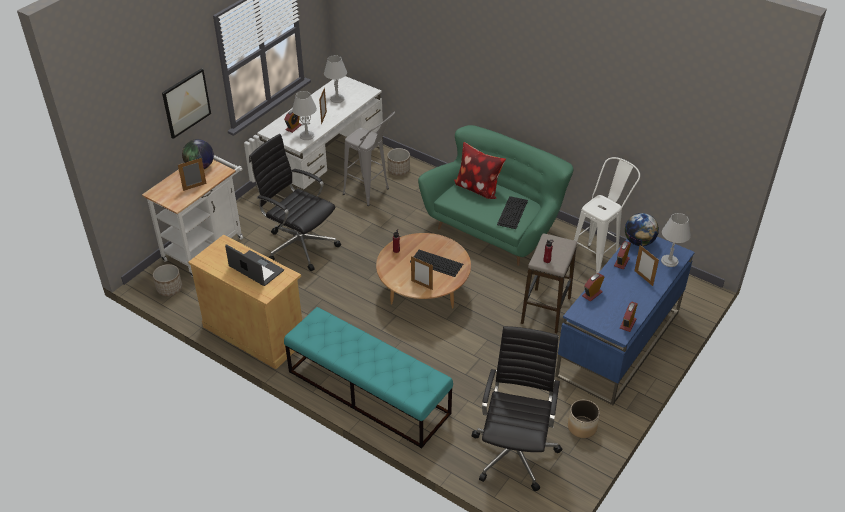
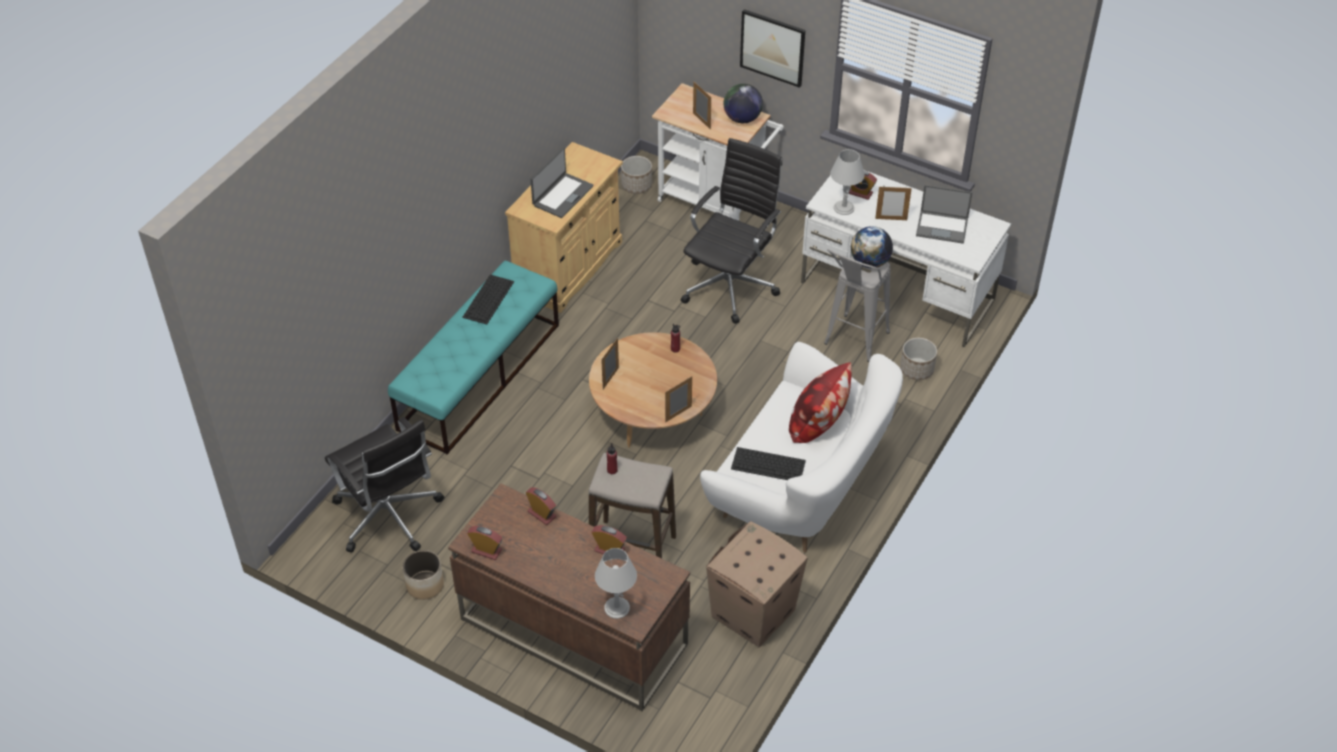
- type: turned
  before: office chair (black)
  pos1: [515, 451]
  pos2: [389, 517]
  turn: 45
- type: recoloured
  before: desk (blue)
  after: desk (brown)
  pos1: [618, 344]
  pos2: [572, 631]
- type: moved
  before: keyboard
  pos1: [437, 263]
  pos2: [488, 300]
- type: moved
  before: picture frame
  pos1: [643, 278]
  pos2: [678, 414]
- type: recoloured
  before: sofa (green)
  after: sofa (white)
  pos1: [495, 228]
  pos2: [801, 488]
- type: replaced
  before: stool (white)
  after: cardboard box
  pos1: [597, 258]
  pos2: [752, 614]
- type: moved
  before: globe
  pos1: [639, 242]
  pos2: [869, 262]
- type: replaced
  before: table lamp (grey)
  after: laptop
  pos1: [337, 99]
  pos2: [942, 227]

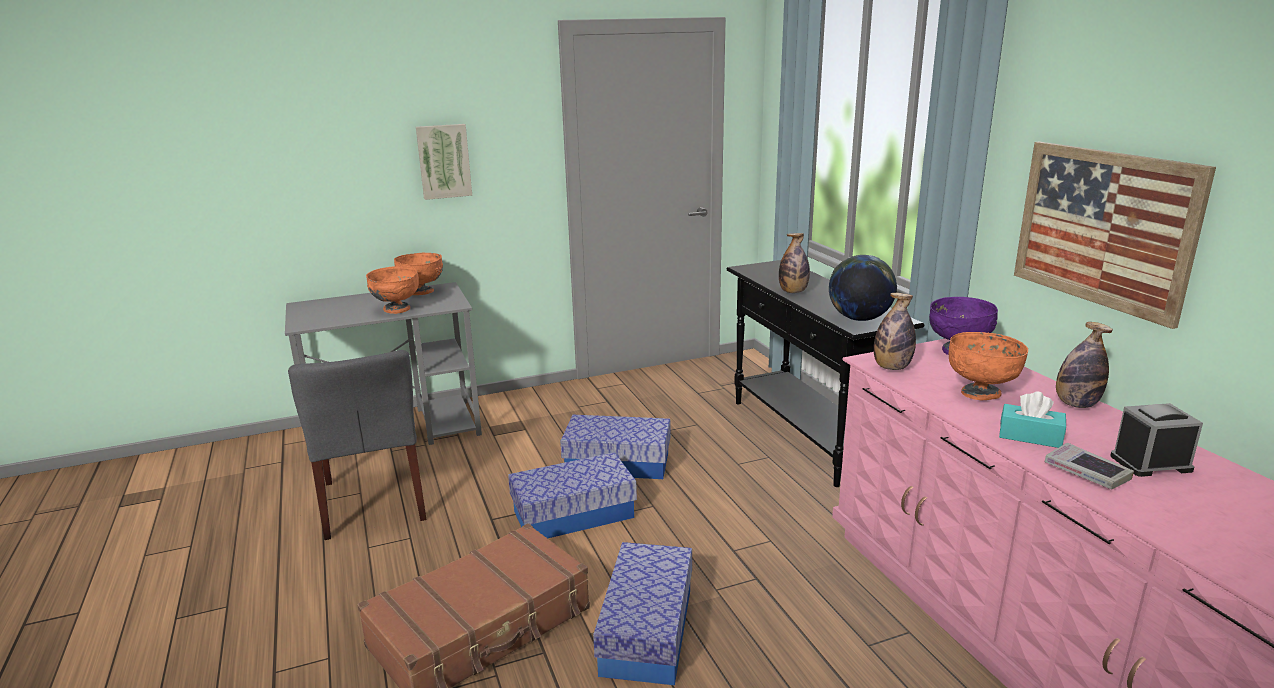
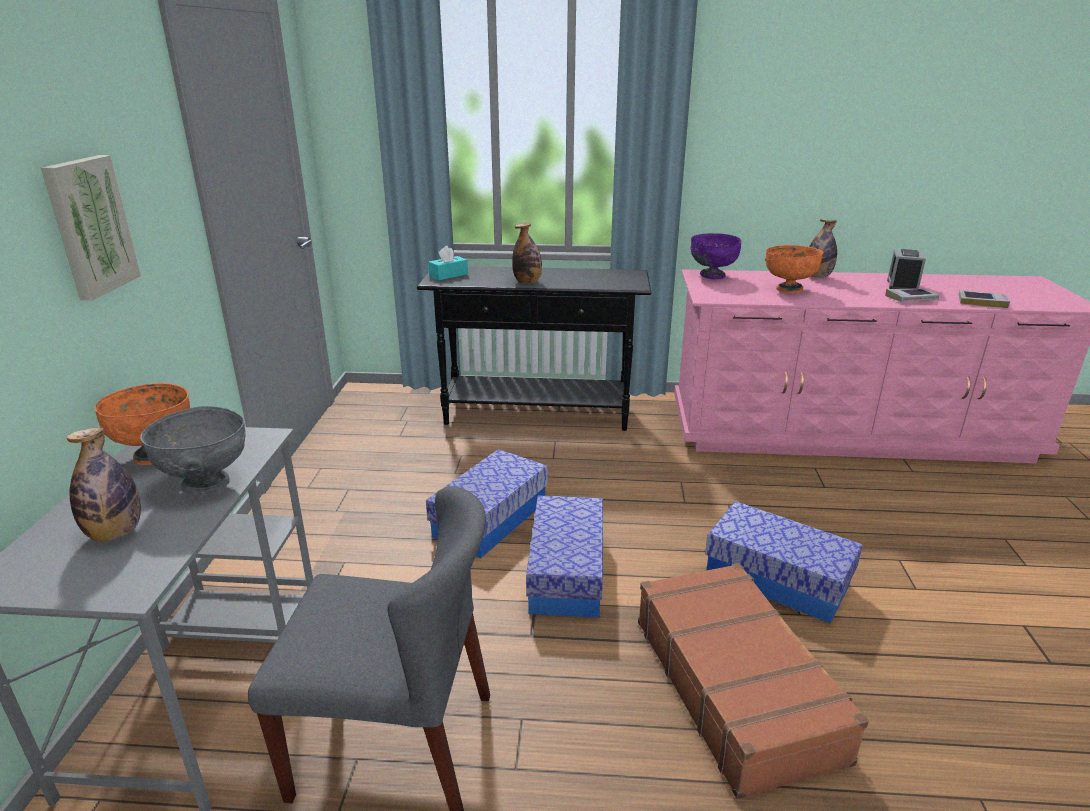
- type: moved
  before: bottle
  pos1: [891, 367]
  pos2: [115, 533]
- type: recoloured
  before: bowl (orange)
  after: bowl (grey)
  pos1: [396, 310]
  pos2: [206, 484]
- type: moved
  before: tissue box (turquoise)
  pos1: [1030, 436]
  pos2: [448, 275]
- type: added
  after: book
  pos2: [982, 302]
- type: removed
  before: globe
  pos1: [859, 319]
- type: removed
  before: picture
  pos1: [1103, 228]

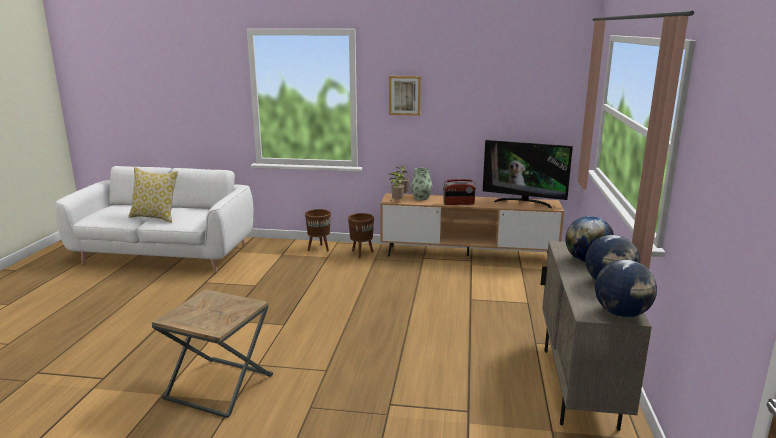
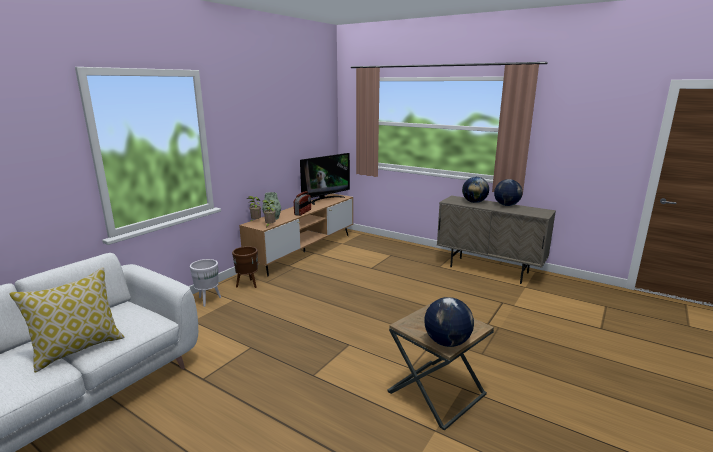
- type: recoloured
  before: planter (brown)
  after: planter (white)
  pos1: [319, 249]
  pos2: [207, 300]
- type: moved
  before: globe
  pos1: [621, 313]
  pos2: [447, 342]
- type: removed
  before: picture
  pos1: [404, 95]

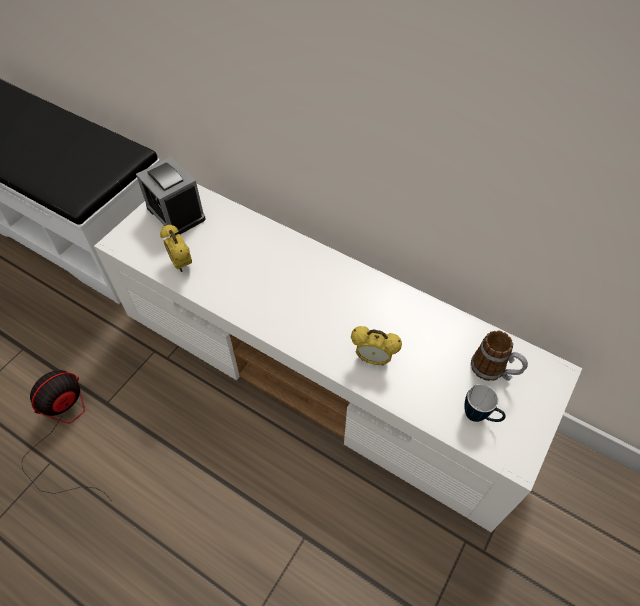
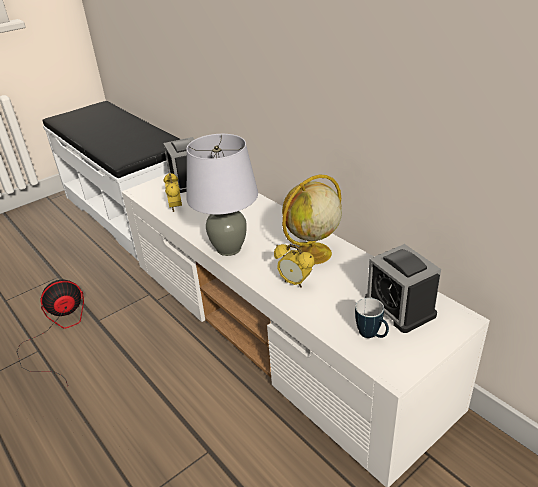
- type: added
  after: table lamp (grey)
  pos2: [228, 248]
- type: added
  after: globe
  pos2: [312, 254]
- type: replaced
  before: mug
  after: alarm clock
  pos1: [493, 371]
  pos2: [399, 307]

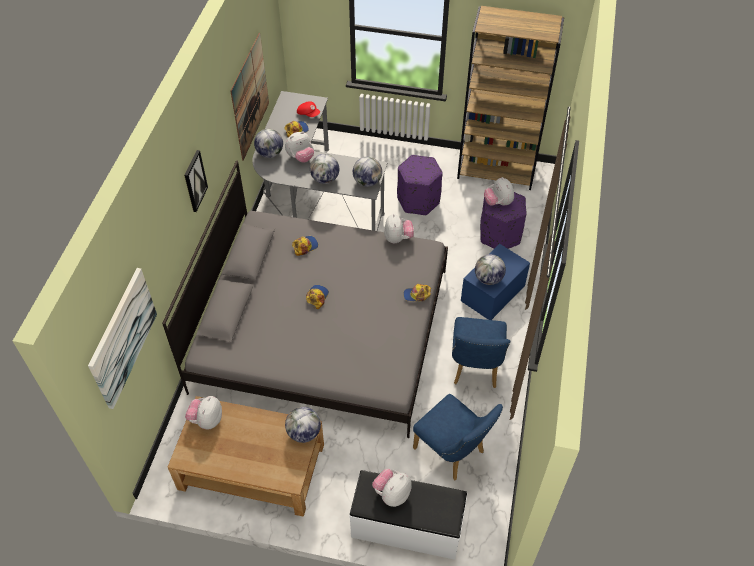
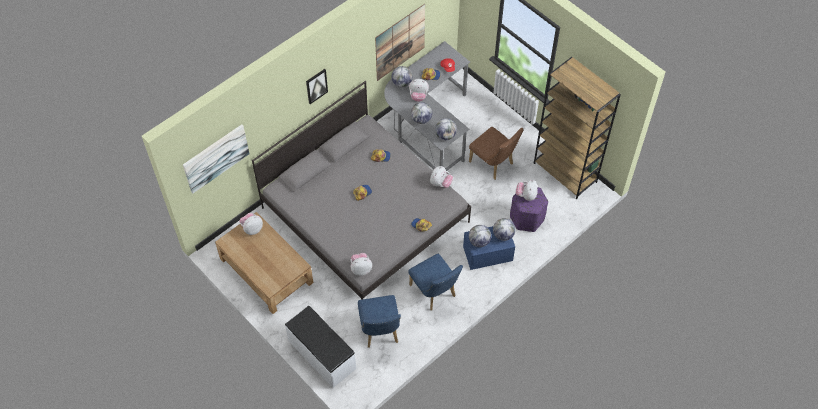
- type: moved
  before: plush toy
  pos1: [392, 494]
  pos2: [361, 269]
- type: turned
  before: chair (blue)
  pos1: [475, 369]
  pos2: [434, 293]
  turn: -75
- type: replaced
  before: ottoman (purple)
  after: chair (brown)
  pos1: [418, 201]
  pos2: [493, 164]
- type: moved
  before: globe
  pos1: [304, 433]
  pos2: [503, 235]

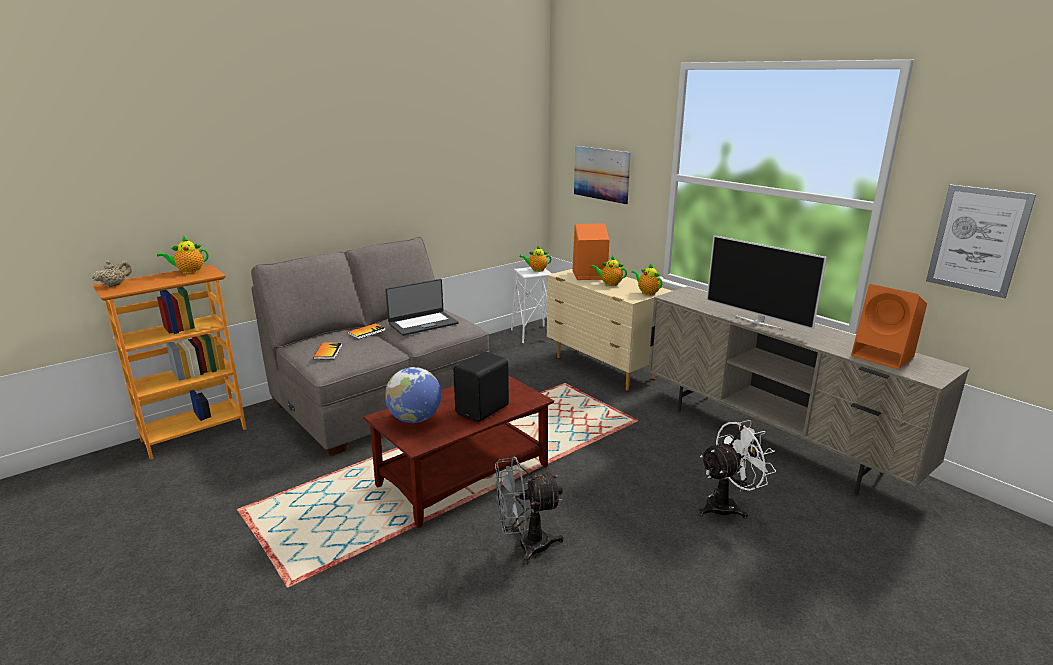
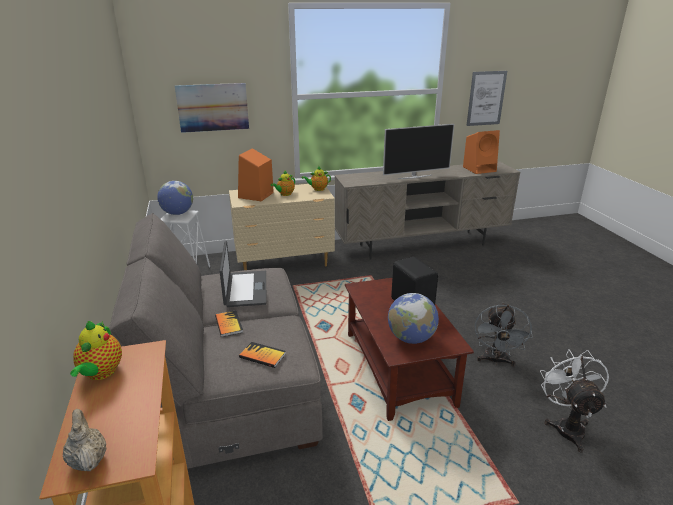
- type: replaced
  before: teapot
  after: globe
  pos1: [536, 270]
  pos2: [177, 213]
- type: moved
  before: fan (white)
  pos1: [727, 506]
  pos2: [567, 426]

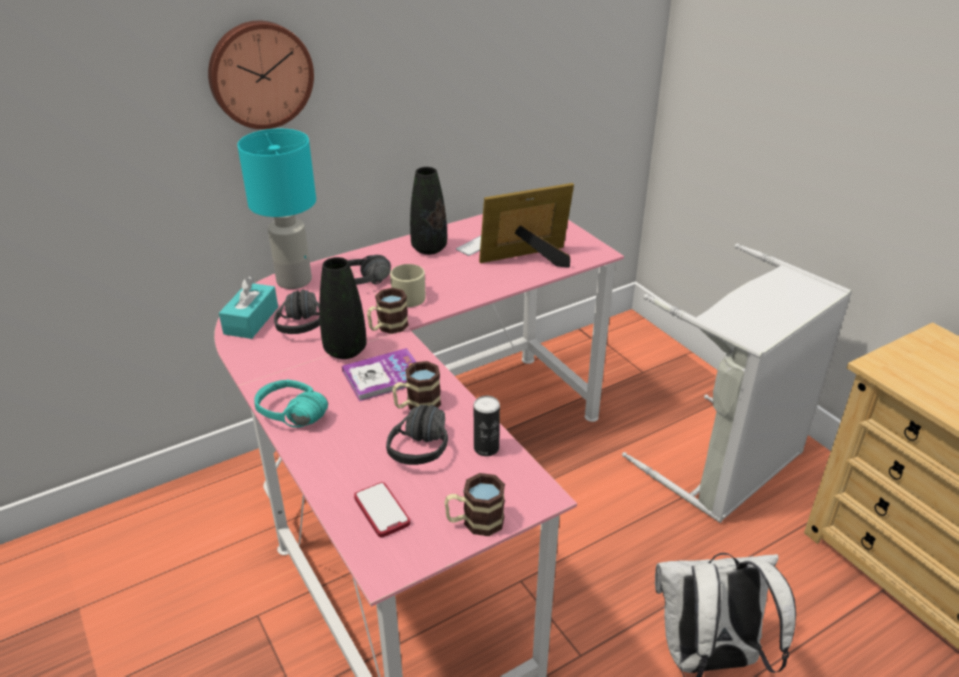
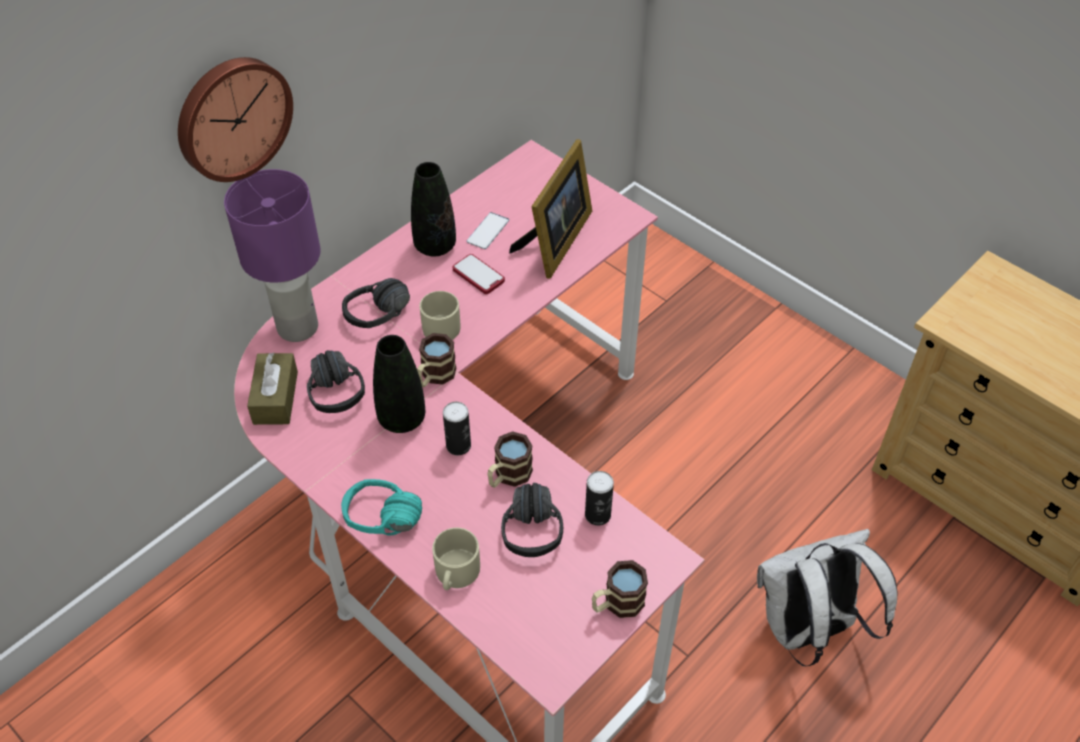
- type: recoloured
  before: table lamp (turquoise)
  after: table lamp (purple)
  pos1: [293, 280]
  pos2: [296, 327]
- type: recoloured
  before: tissue box (turquoise)
  after: tissue box (brown)
  pos1: [251, 320]
  pos2: [275, 397]
- type: added
  after: mug (beige)
  pos2: [455, 573]
- type: replaced
  before: book
  after: can
  pos1: [384, 376]
  pos2: [458, 445]
- type: moved
  before: phone
  pos1: [382, 511]
  pos2: [478, 275]
- type: turned
  before: picture frame
  pos1: [529, 259]
  pos2: [555, 242]
  turn: 150
- type: removed
  before: laundry basket (grey)
  pos1: [728, 465]

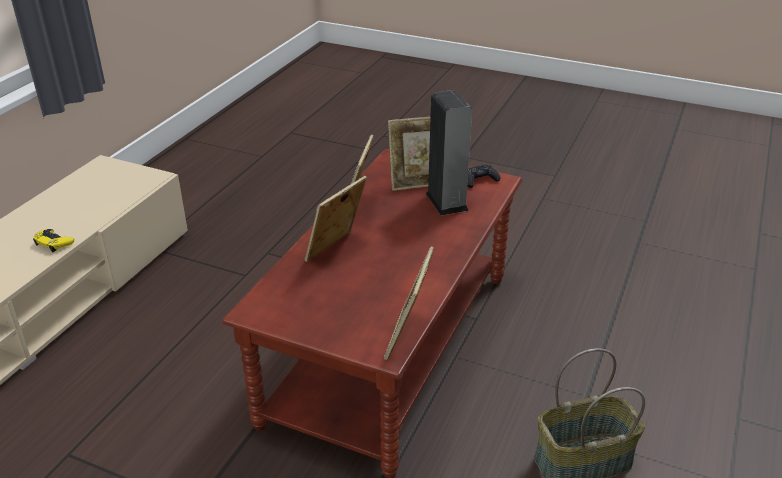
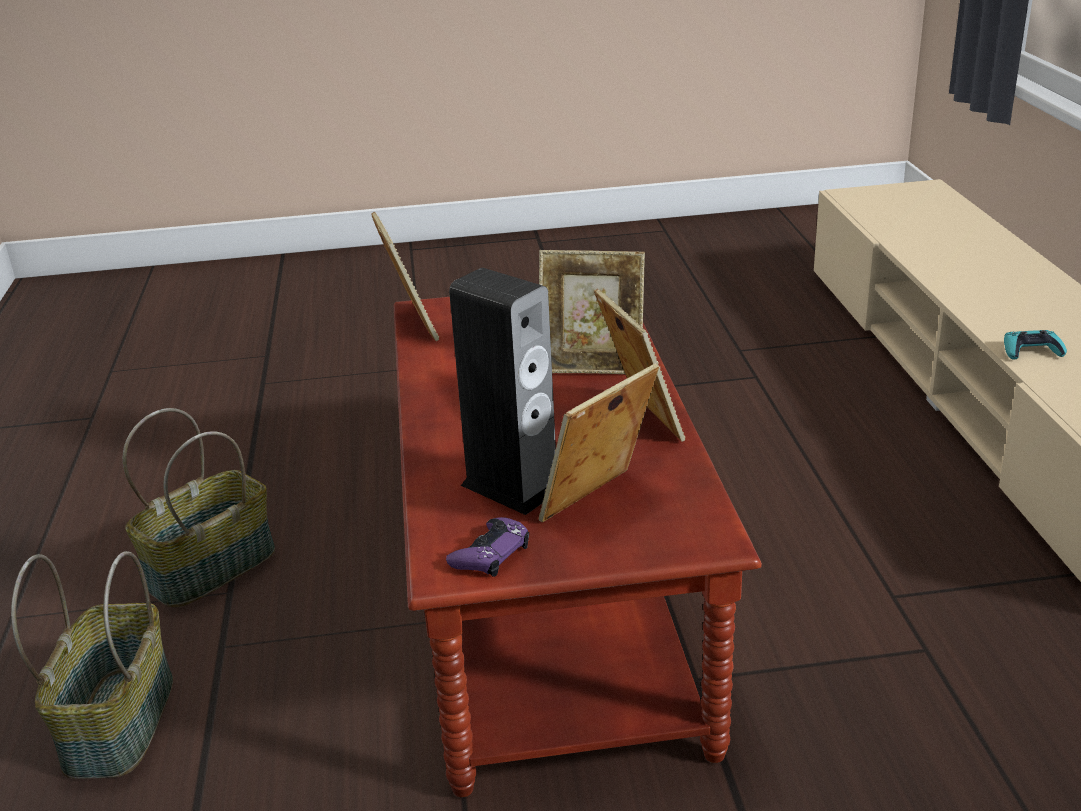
- type: added
  after: basket
  pos2: [117, 721]
- type: recoloured
  before: game controller (black)
  after: game controller (purple)
  pos1: [479, 180]
  pos2: [490, 554]
- type: turned
  before: picture frame
  pos1: [336, 251]
  pos2: [592, 365]
  turn: 90
- type: recoloured
  before: game controller (yellow)
  after: game controller (turquoise)
  pos1: [53, 243]
  pos2: [1031, 351]

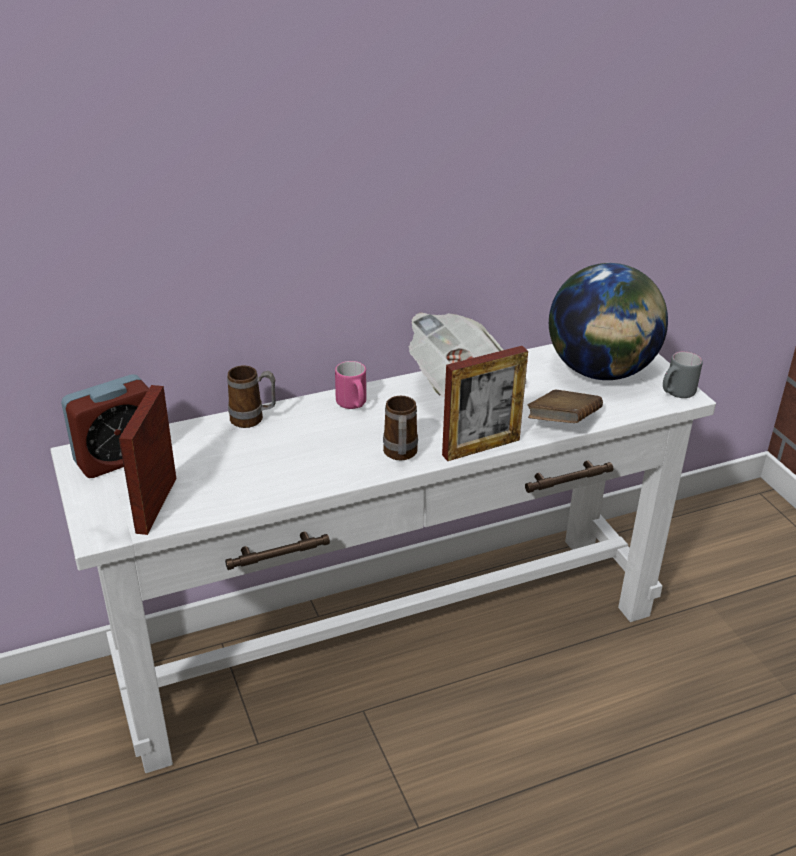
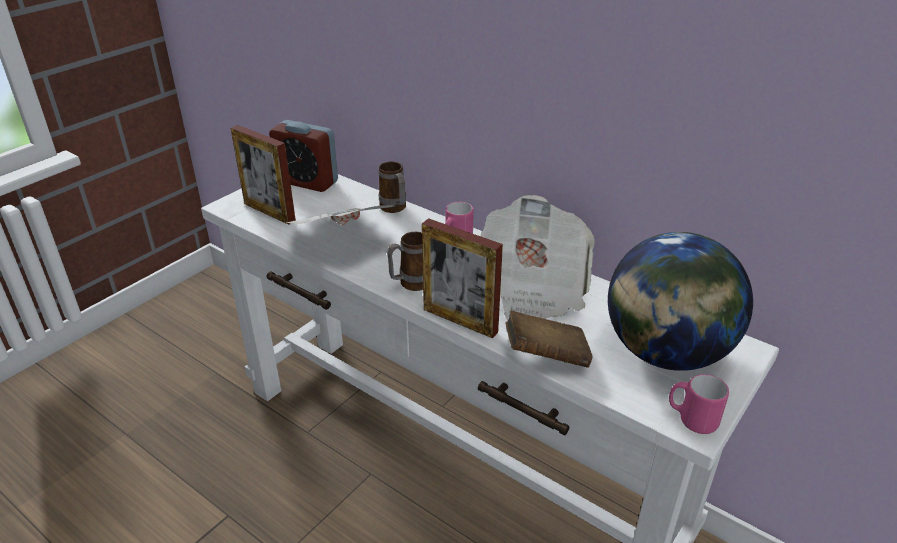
- type: turned
  before: picture frame
  pos1: [156, 505]
  pos2: [269, 212]
  turn: -120
- type: added
  after: newspaper
  pos2: [344, 239]
- type: recoloured
  before: mug (grey)
  after: mug (pink)
  pos1: [676, 393]
  pos2: [691, 419]

